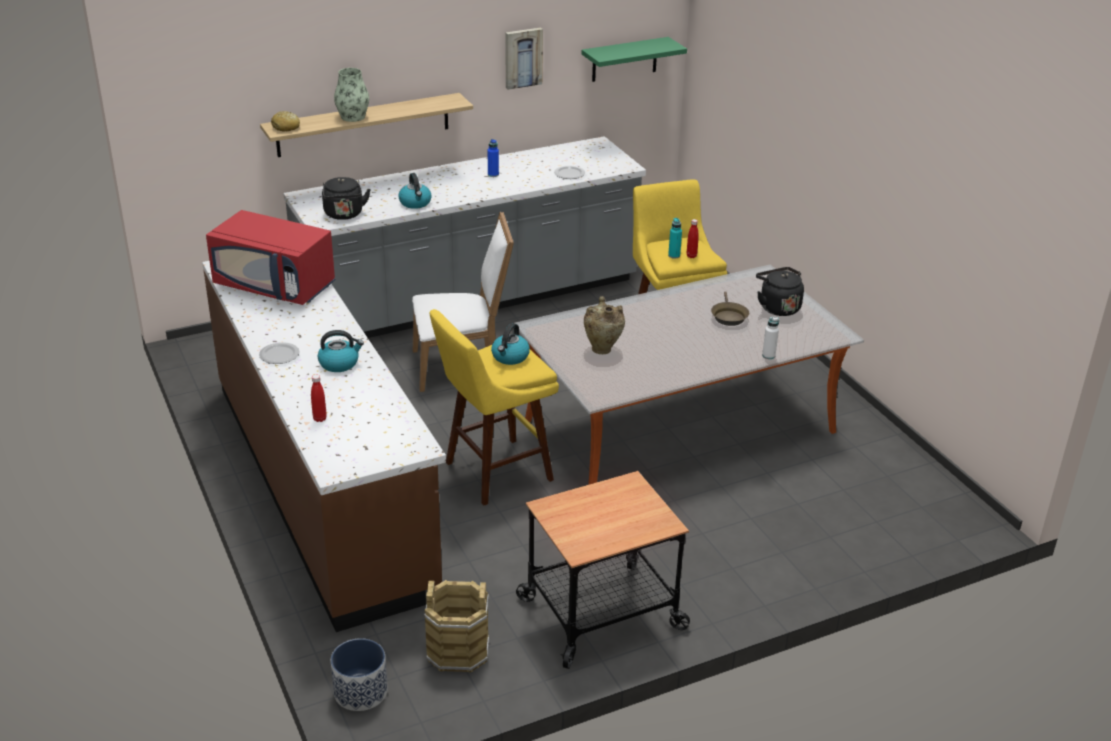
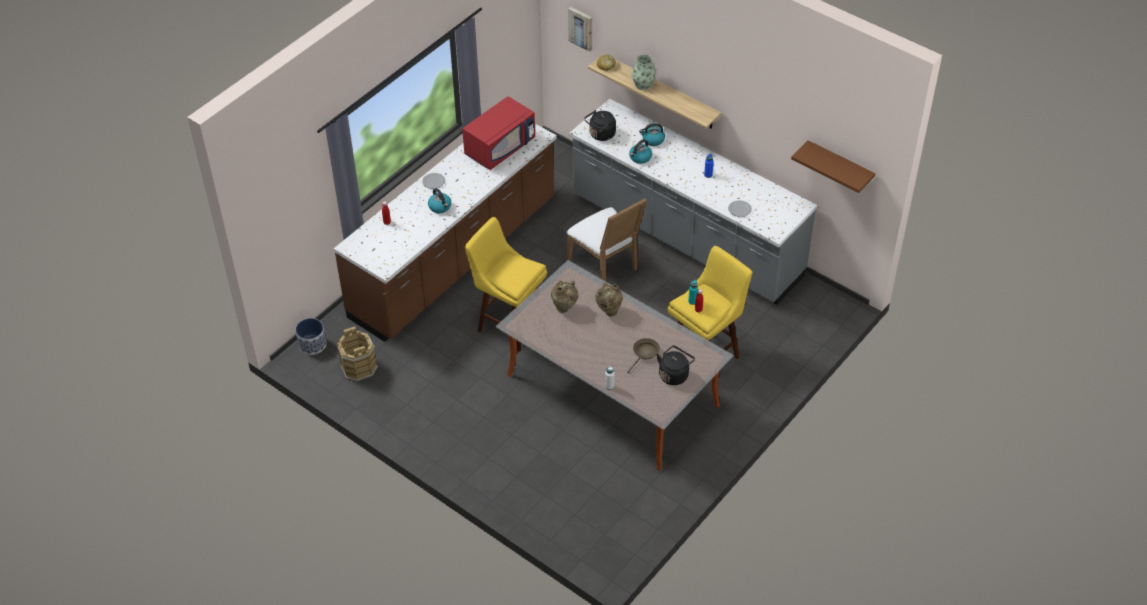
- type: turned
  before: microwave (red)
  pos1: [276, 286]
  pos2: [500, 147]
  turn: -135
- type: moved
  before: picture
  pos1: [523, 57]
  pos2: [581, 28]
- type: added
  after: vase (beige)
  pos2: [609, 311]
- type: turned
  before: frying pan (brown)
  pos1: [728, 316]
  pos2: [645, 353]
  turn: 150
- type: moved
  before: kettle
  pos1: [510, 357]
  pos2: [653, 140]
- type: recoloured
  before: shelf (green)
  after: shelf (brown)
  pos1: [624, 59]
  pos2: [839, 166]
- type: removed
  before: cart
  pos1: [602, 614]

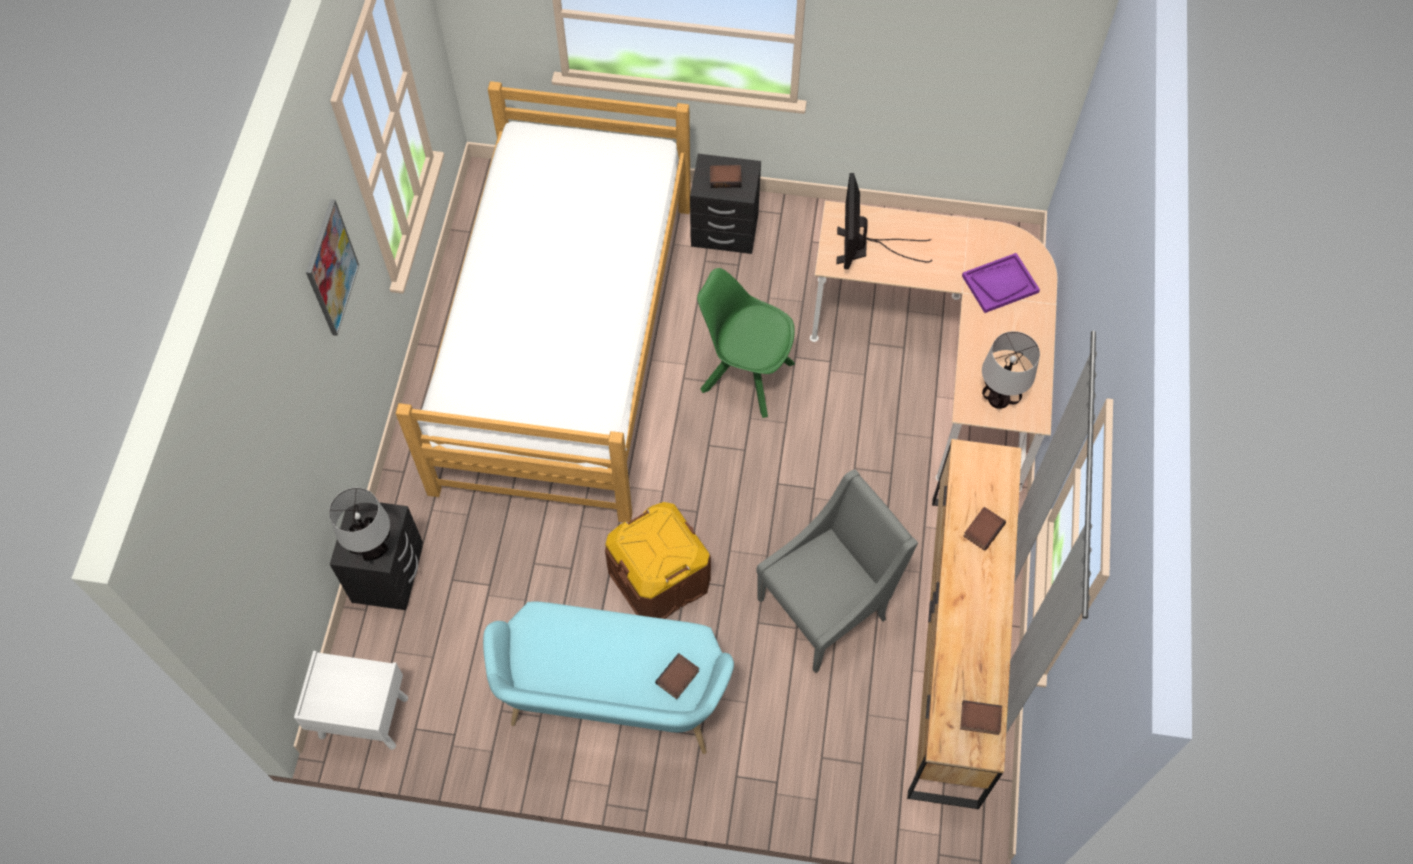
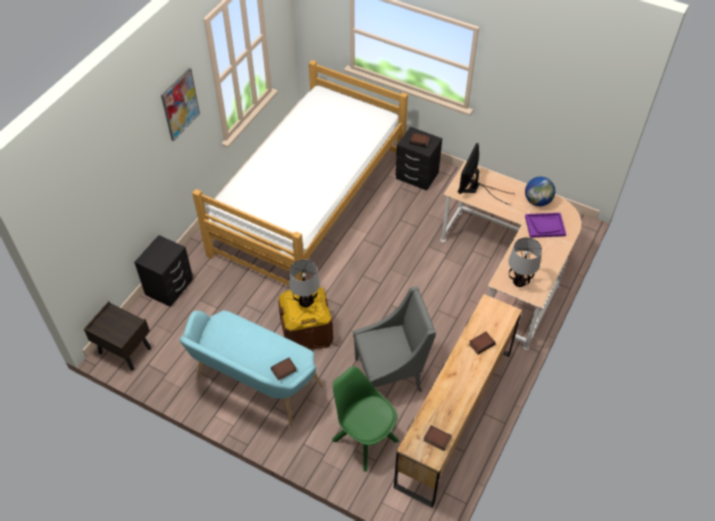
- type: recoloured
  before: nightstand (white)
  after: nightstand (brown)
  pos1: [362, 717]
  pos2: [124, 350]
- type: moved
  before: table lamp
  pos1: [373, 549]
  pos2: [305, 302]
- type: moved
  before: chair (green)
  pos1: [745, 375]
  pos2: [364, 439]
- type: added
  after: globe
  pos2: [537, 201]

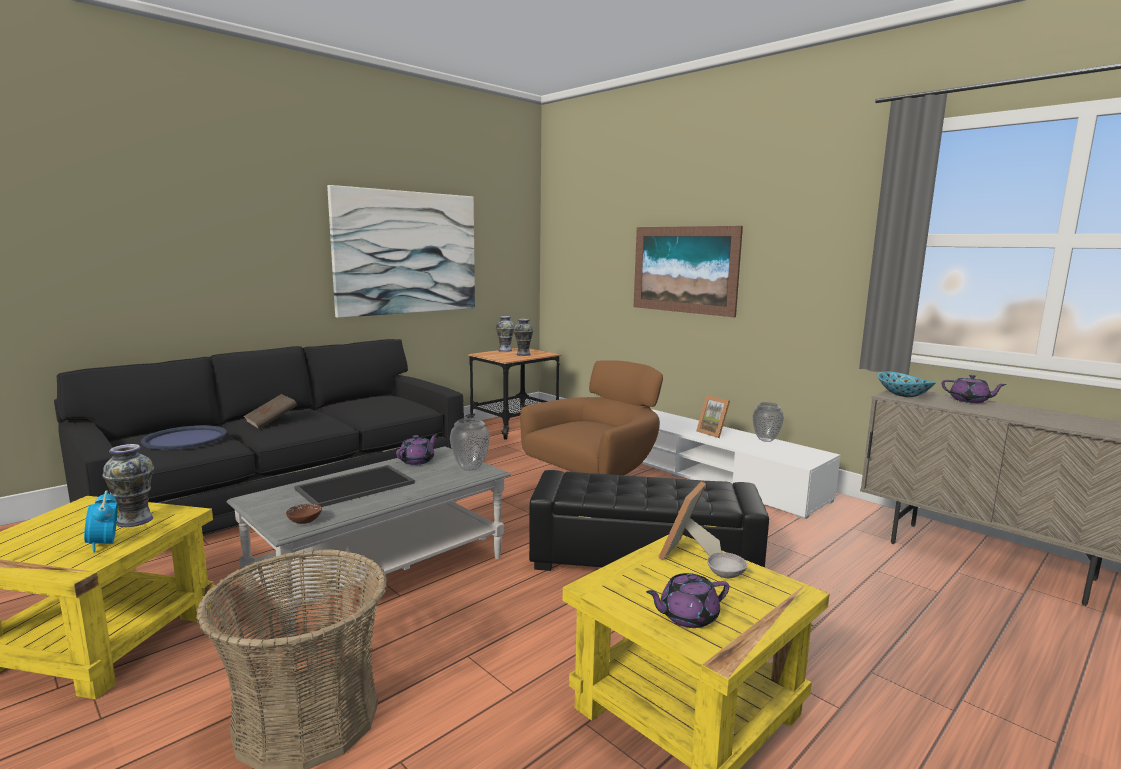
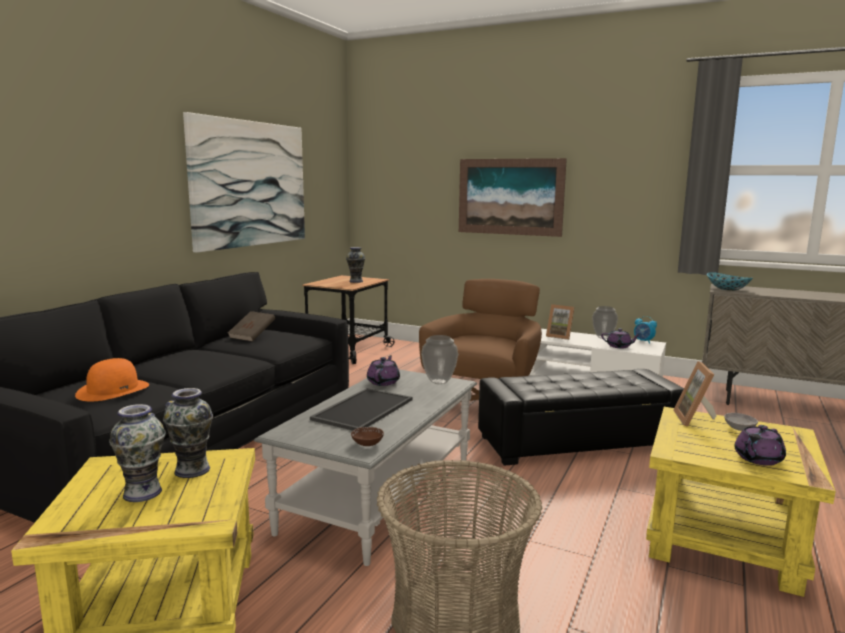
- type: replaced
  before: tray (blue)
  after: hat (orange)
  pos1: [185, 439]
  pos2: [113, 390]
- type: moved
  before: vase
  pos1: [505, 350]
  pos2: [142, 492]
- type: moved
  before: book (brown)
  pos1: [271, 422]
  pos2: [252, 336]
- type: moved
  before: teapot (purple)
  pos1: [969, 401]
  pos2: [619, 346]
- type: moved
  before: alarm clock
  pos1: [104, 544]
  pos2: [643, 341]

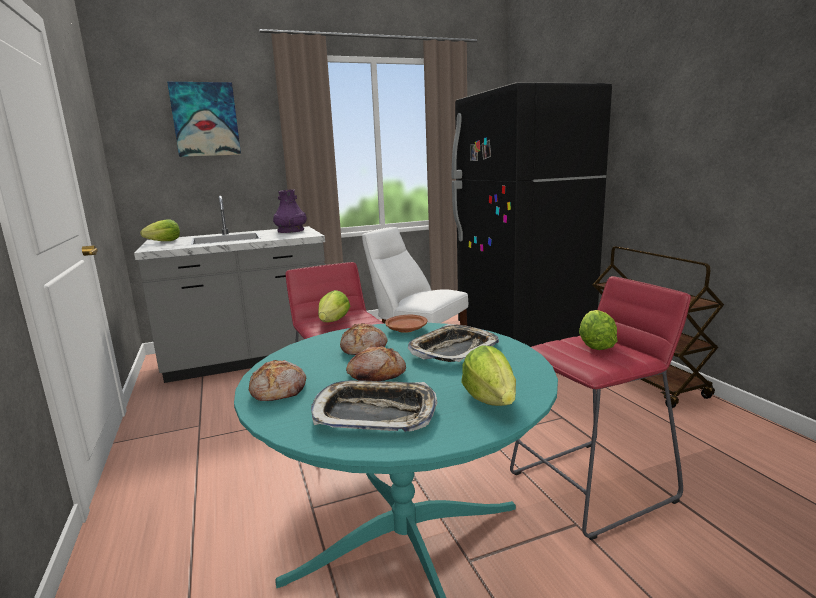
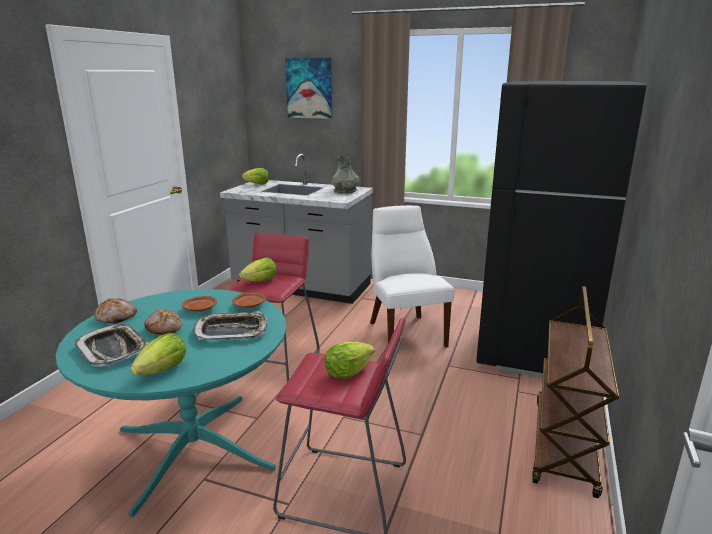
- type: replaced
  before: bread
  after: plate (brown)
  pos1: [365, 348]
  pos2: [201, 309]
- type: recoloured
  before: vase (purple)
  after: vase (grey)
  pos1: [291, 231]
  pos2: [345, 191]

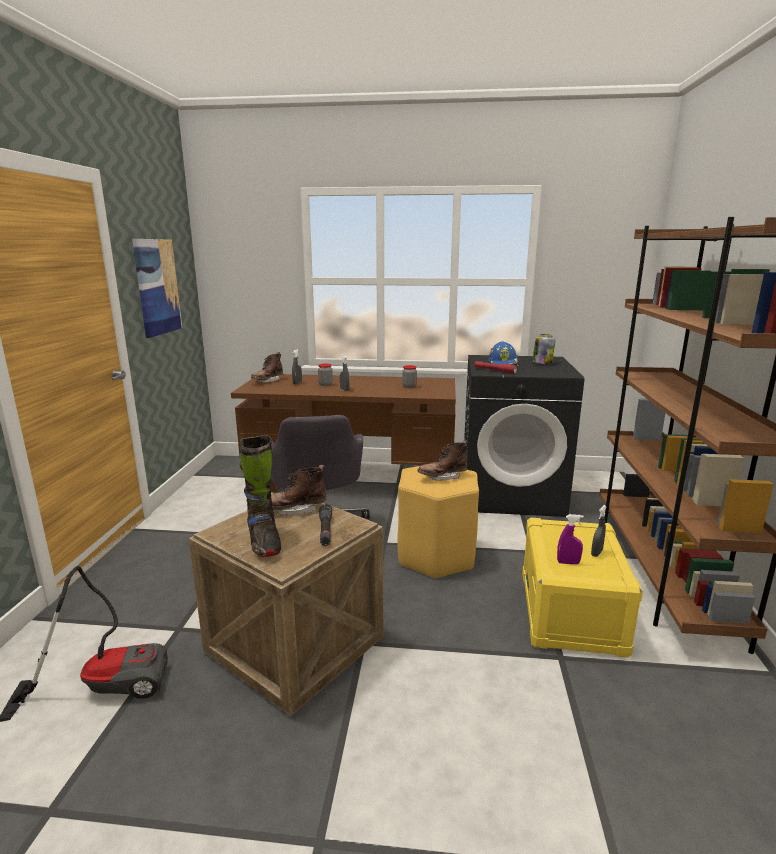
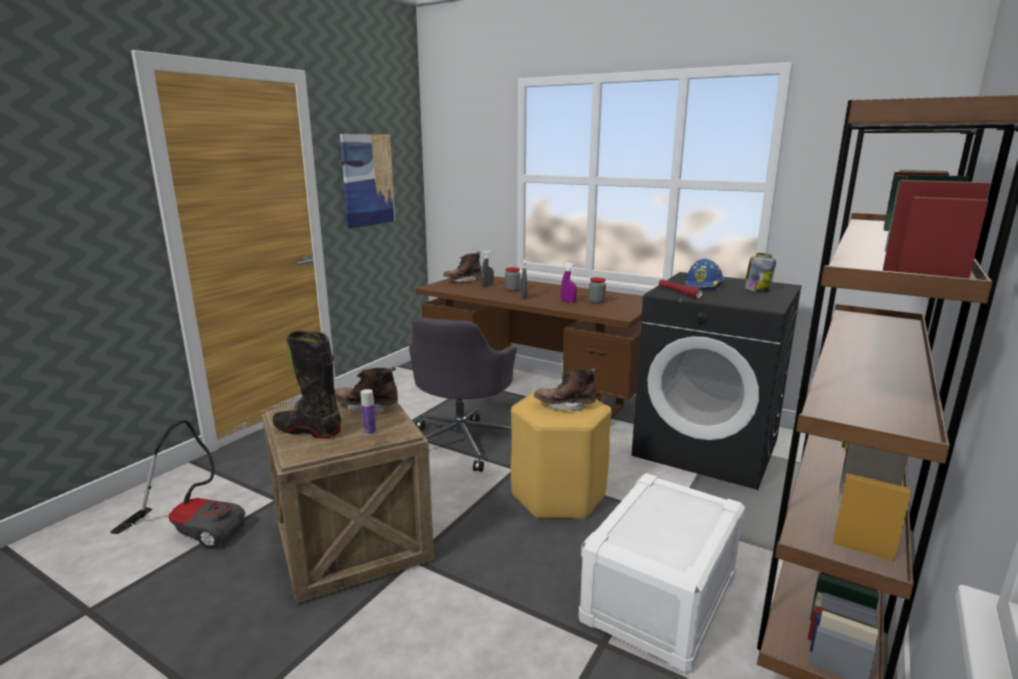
- type: turned
  before: boot (black)
  pos1: [264, 542]
  pos2: [308, 430]
  turn: 105
- type: replaced
  before: flashlight (black)
  after: bottle
  pos1: [325, 530]
  pos2: [370, 432]
- type: moved
  before: spray bottle (purple)
  pos1: [568, 563]
  pos2: [568, 302]
- type: recoloured
  before: storage box (yellow)
  after: storage box (white)
  pos1: [571, 613]
  pos2: [660, 599]
- type: removed
  before: spray bottle (grey)
  pos1: [596, 553]

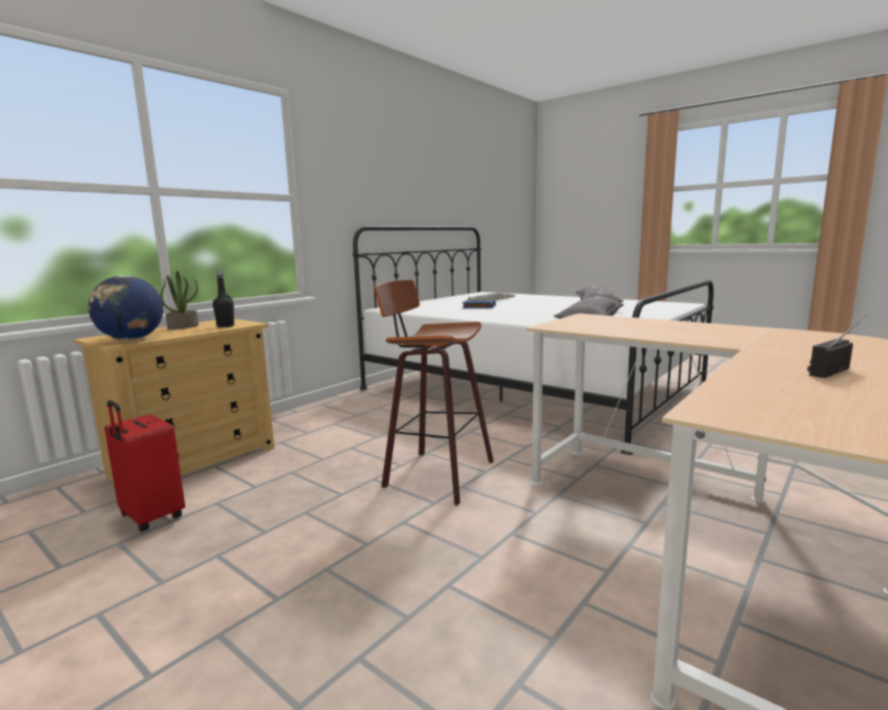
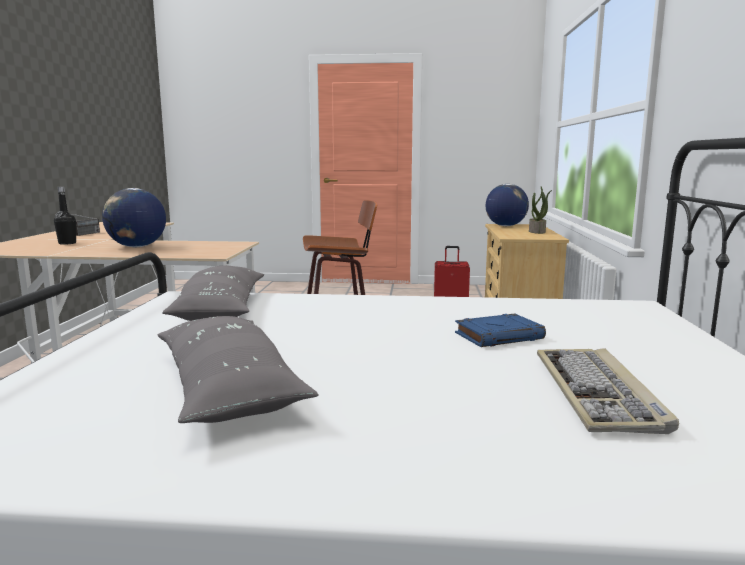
- type: moved
  before: bottle (black)
  pos1: [225, 326]
  pos2: [67, 243]
- type: added
  after: globe
  pos2: [137, 247]

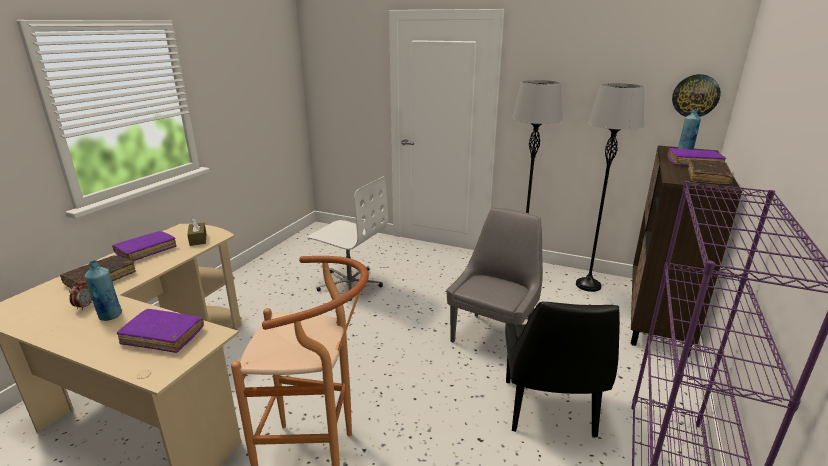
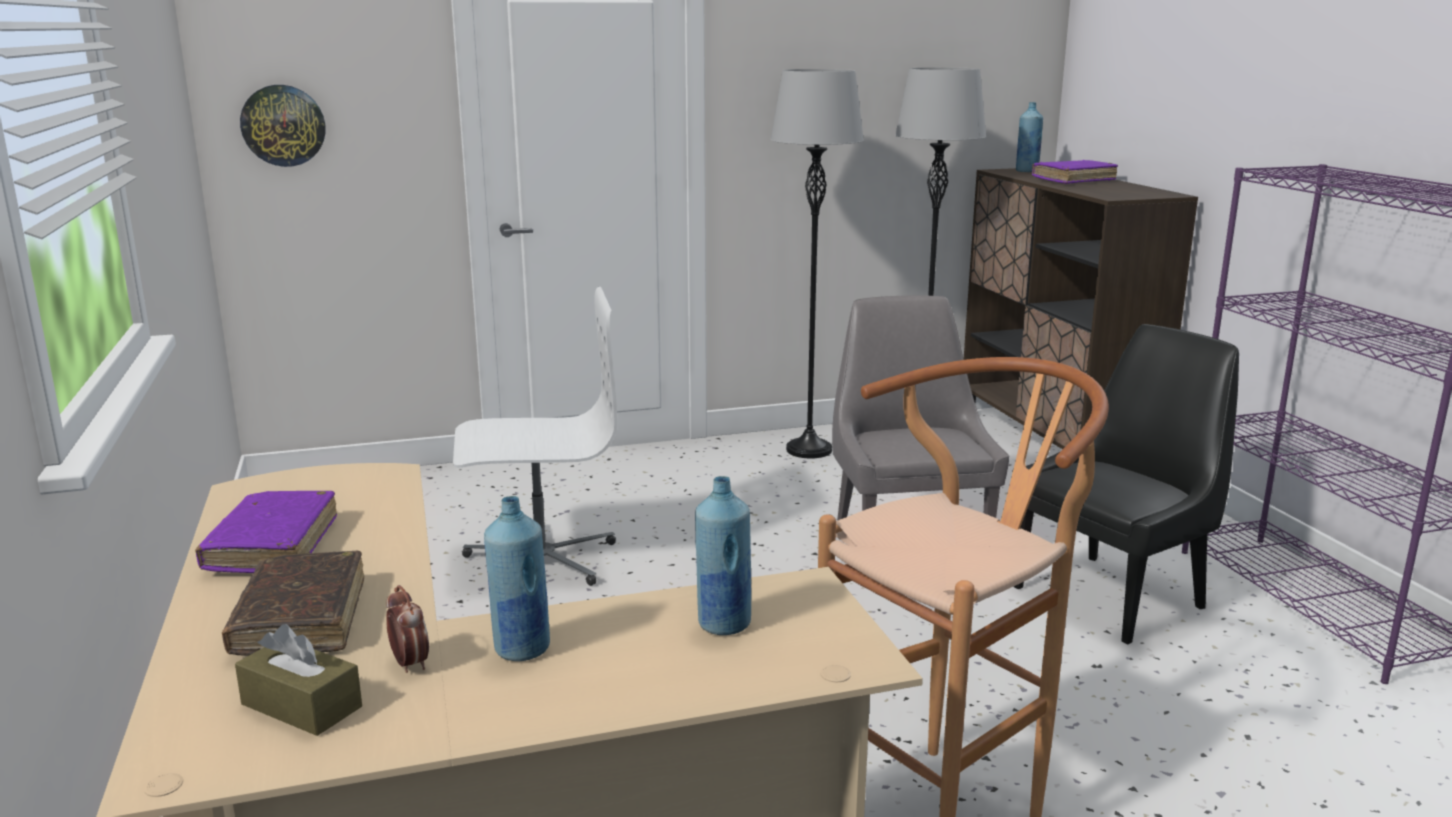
- type: moved
  before: tissue box (brown)
  pos1: [198, 239]
  pos2: [301, 705]
- type: moved
  before: wall clock
  pos1: [695, 96]
  pos2: [283, 125]
- type: replaced
  before: book (purple)
  after: bottle (blue)
  pos1: [163, 336]
  pos2: [723, 624]
- type: turned
  before: chair (black)
  pos1: [549, 410]
  pos2: [1113, 596]
  turn: -90
- type: removed
  before: book (brown)
  pos1: [707, 177]

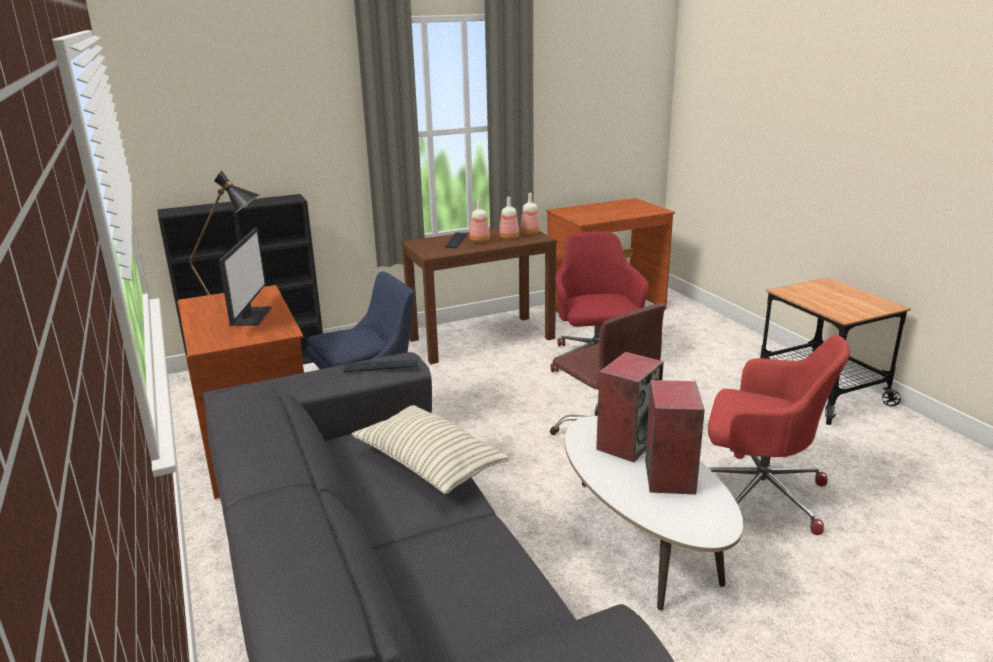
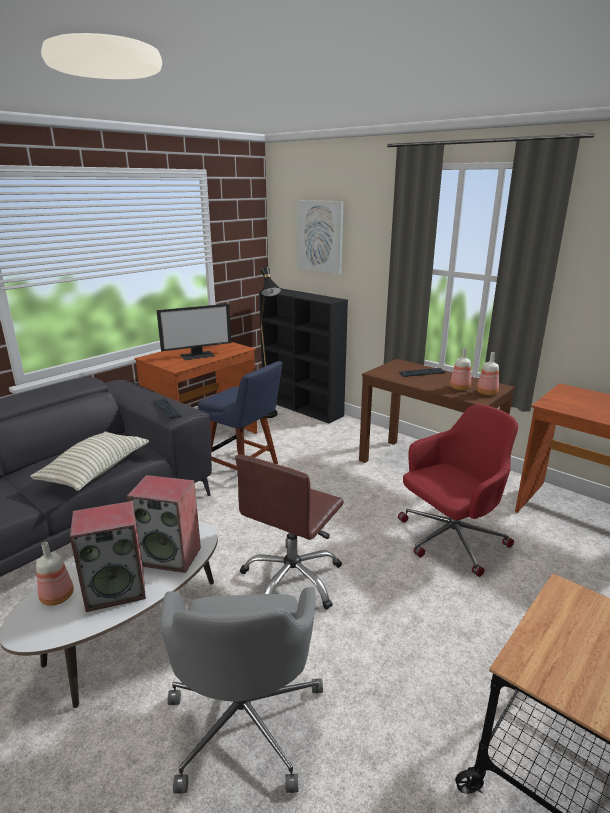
- type: moved
  before: bottle
  pos1: [479, 241]
  pos2: [57, 596]
- type: recoloured
  before: office chair (red)
  after: office chair (grey)
  pos1: [758, 493]
  pos2: [245, 719]
- type: added
  after: picture
  pos2: [320, 236]

